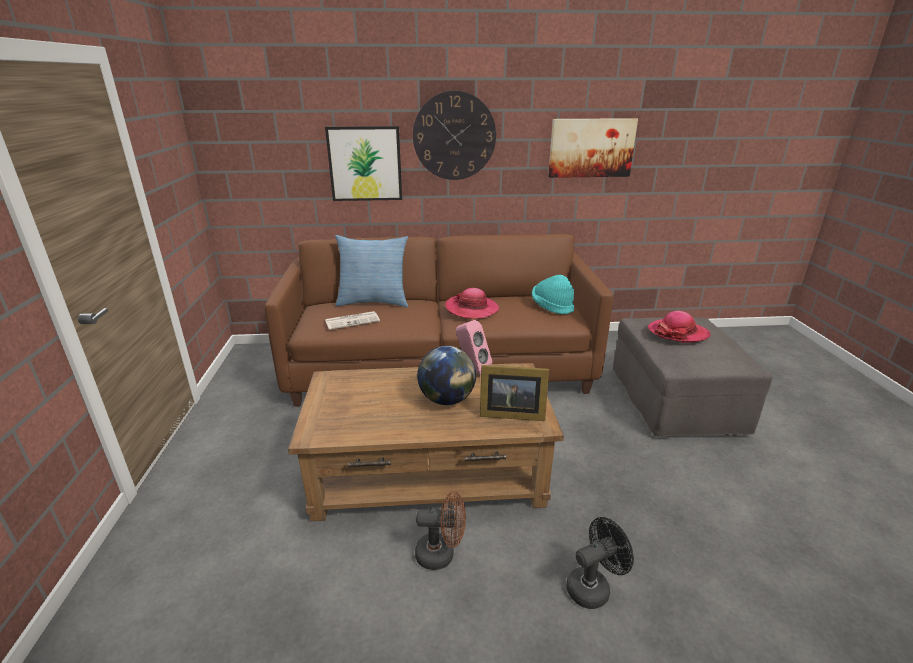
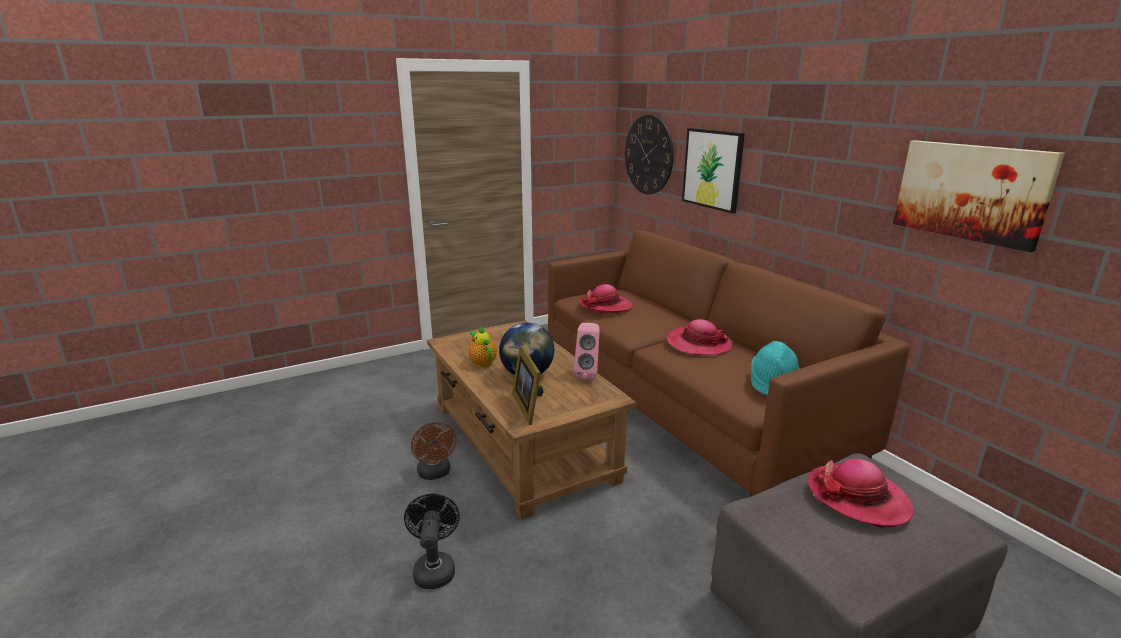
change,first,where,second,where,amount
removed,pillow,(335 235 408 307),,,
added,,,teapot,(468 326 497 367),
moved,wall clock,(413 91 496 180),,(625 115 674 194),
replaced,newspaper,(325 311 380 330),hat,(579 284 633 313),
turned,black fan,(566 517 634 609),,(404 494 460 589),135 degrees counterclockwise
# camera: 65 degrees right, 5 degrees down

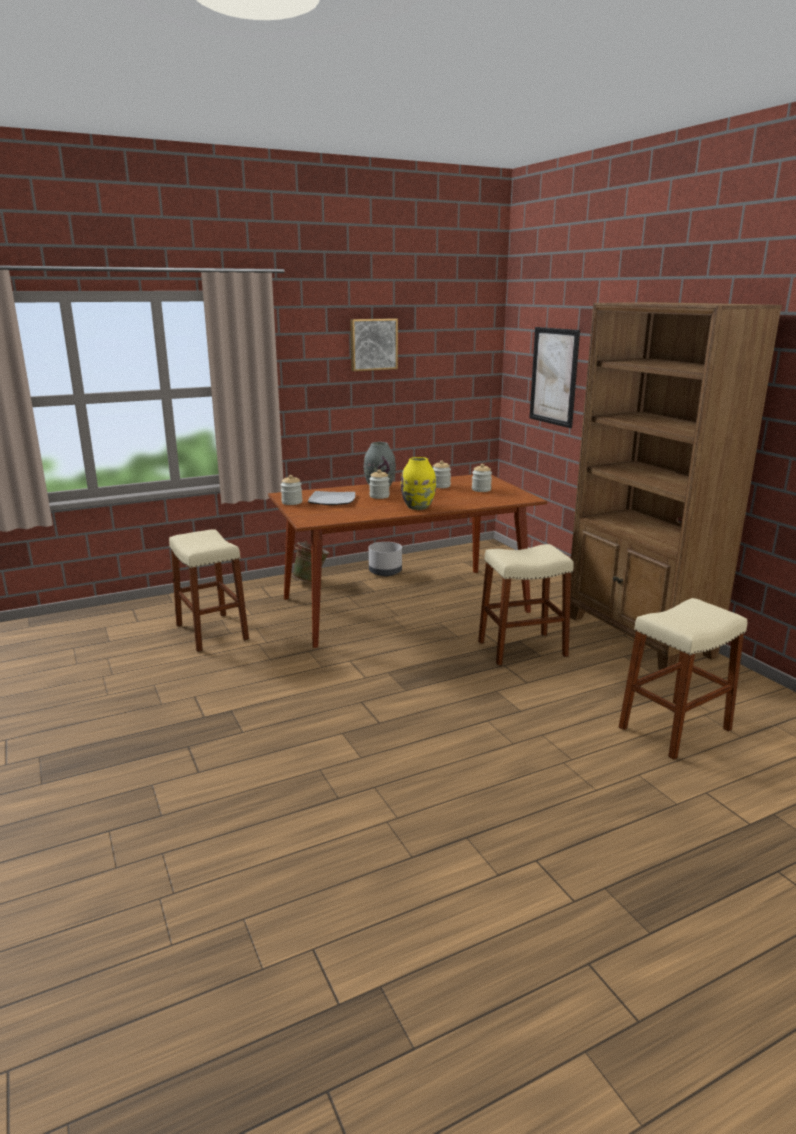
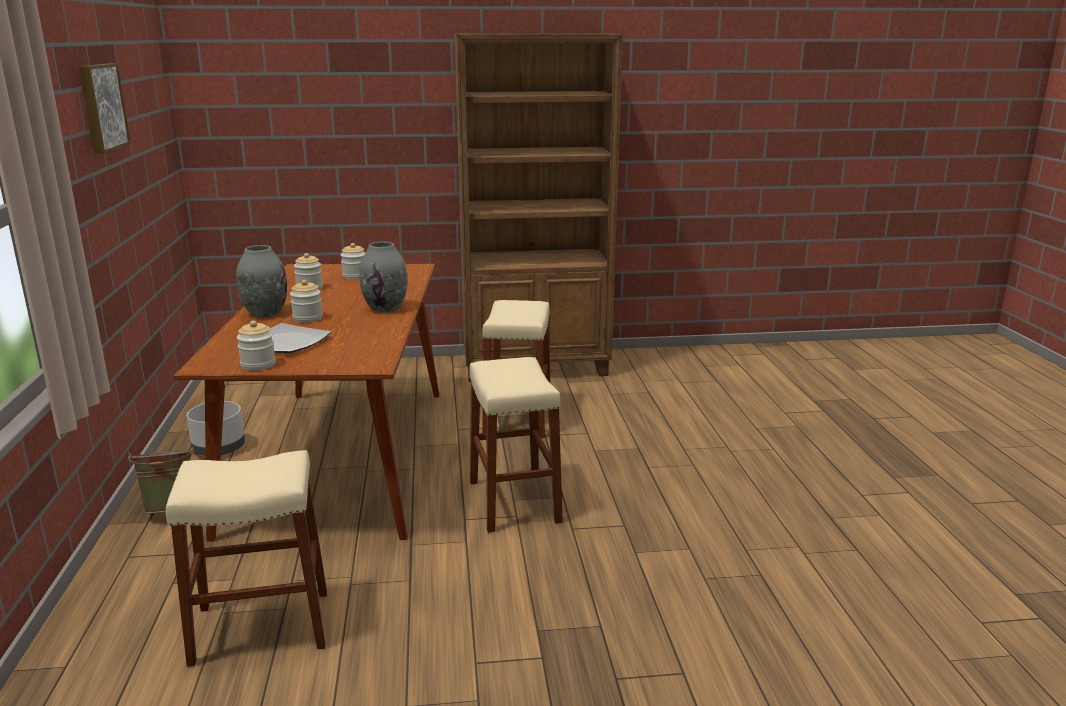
change,first,where,second,where,amount
removed,picture,(529 327 580 428),,,
moved,beige stool,(619 598 747 760),,(469 357 563 533),
recoloured,yellow vase,(401 457 436 510),grey vase,(359 242 408 313),
# camera: 70 degrees left, 0 degrees up

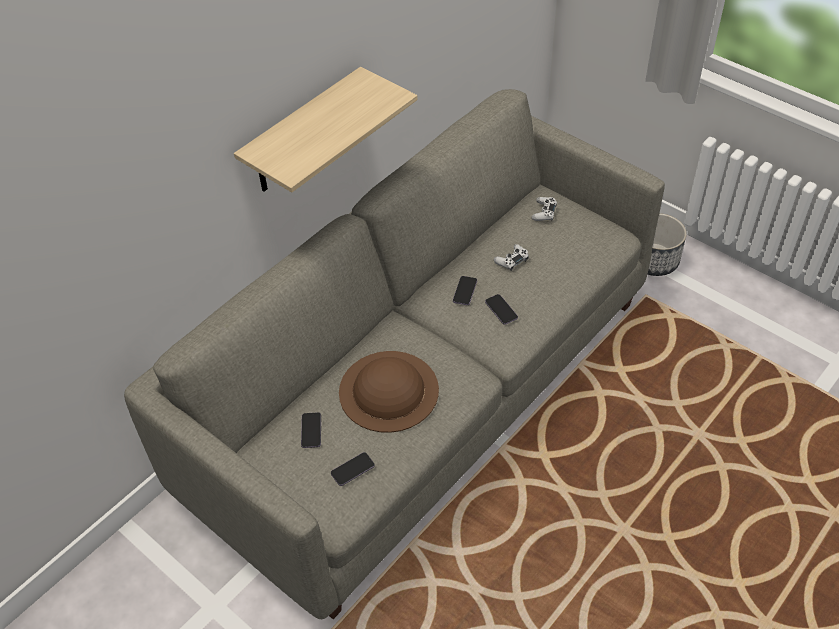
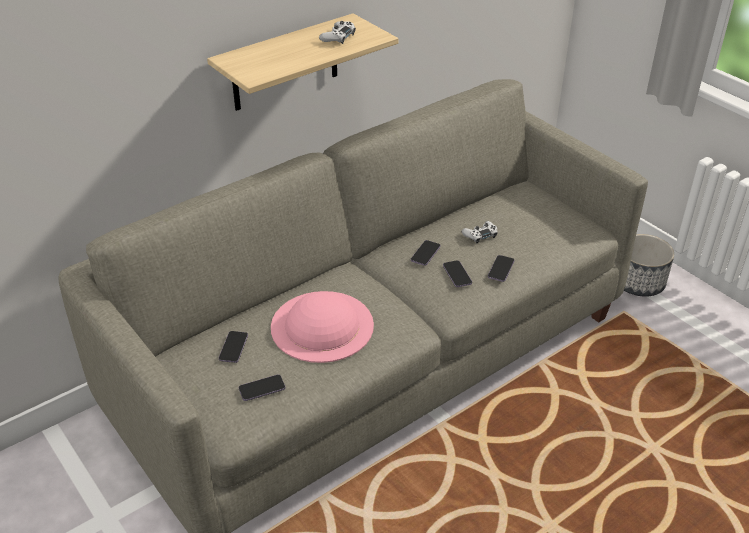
change,first,where,second,where,amount
added,,,phone,(488 255 514 282),
moved,white game controller,(532 197 557 221),,(319 21 356 44),
recoloured,brown hat,(339 351 439 433),pink hat,(271 291 374 363),
# camera: 10 degrees right, 10 degrees down

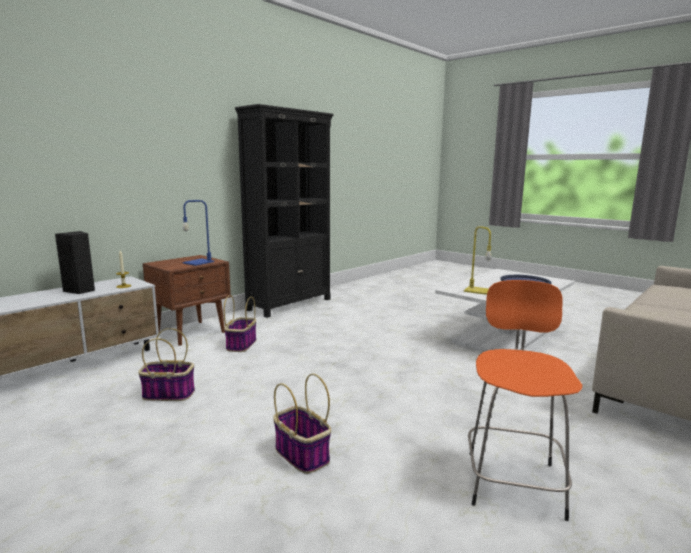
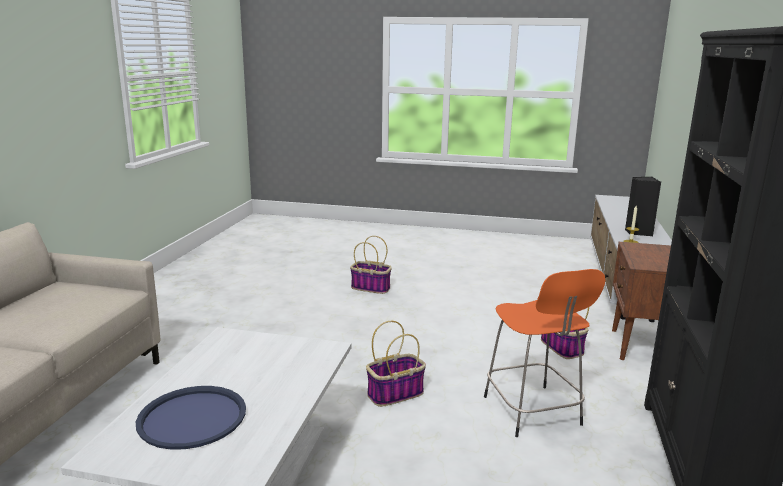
change,first,where,second,where,amount
removed,blue table lamp,(183 200 214 266),,,
removed,yellow table lamp,(464 226 491 295),,,
moved,basket,(138 328 195 401),,(366 321 426 407),
moved,orange stool,(468 280 582 521),,(484 269 605 437),
# camera: 150 degrees right, 5 degrees up

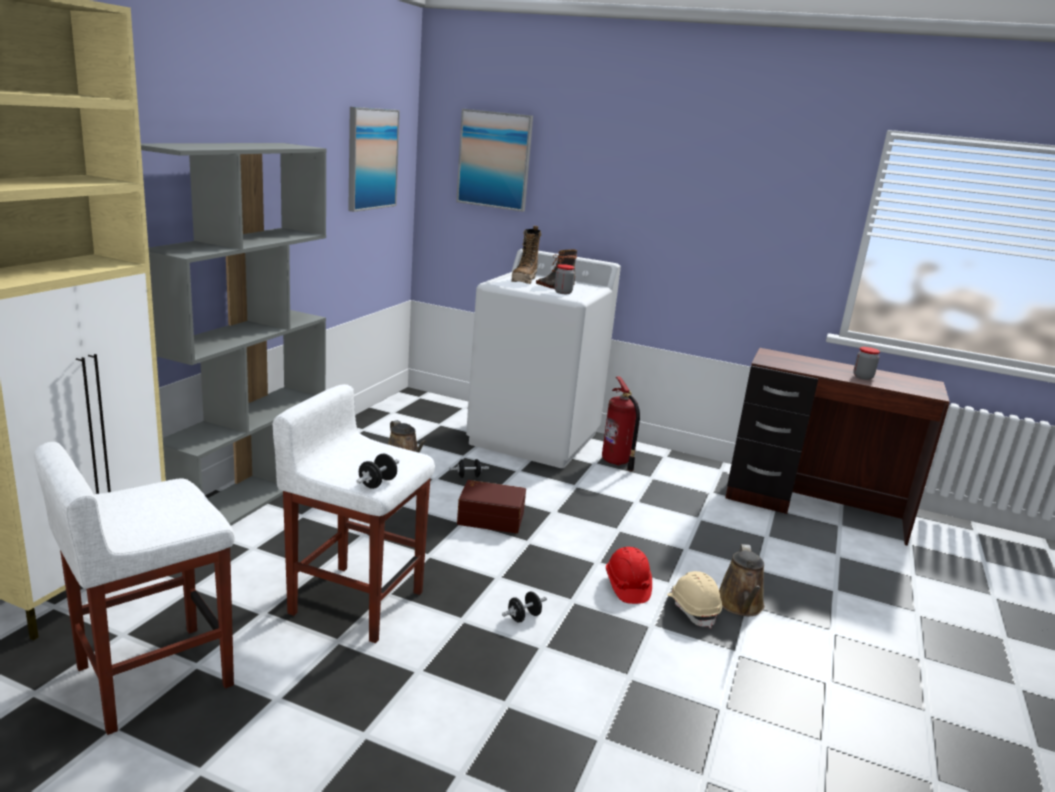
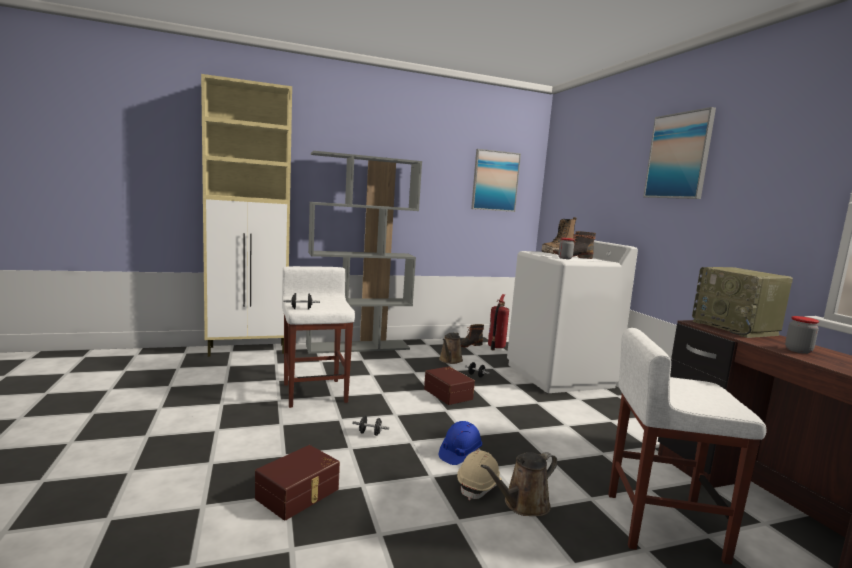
change,first,where,second,where,amount
added,,,brown storage box,(255 445 340 520),
added,,,boot,(460 324 484 347),
added,,,radio,(692 267 793 338),
moved,white stool,(34 442 235 735),,(608 328 767 565),
moved,picture,(456 109 533 212),,(643 107 716 199),
moved,fire extinguisher,(602 376 640 471),,(488 294 509 351),
recoloured,red hard hat,(606 547 652 604),blue hard hat,(439 421 482 465),
# camera: 50 degrees right, 10 degrees down

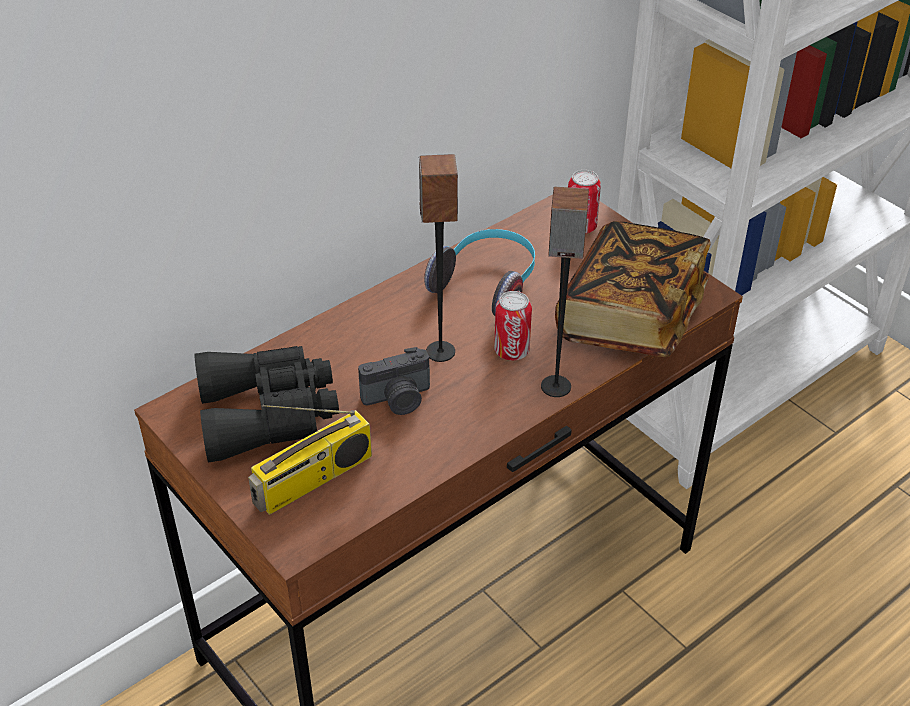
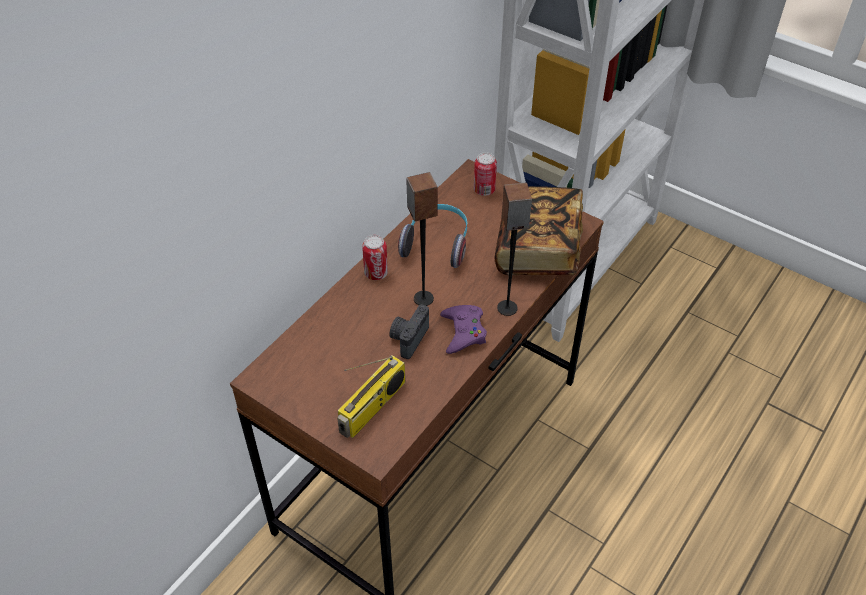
change,first,where,second,where,amount
removed,black binoculars,(194 346 339 463),,,
added,,,purple game controller,(440 305 487 354),
moved,can,(494 291 532 360),,(362 235 388 280),
turned,photo camera,(358 347 430 415),,(389 304 429 359),150 degrees clockwise
# camera: 15 degrees left, 5 degrees up

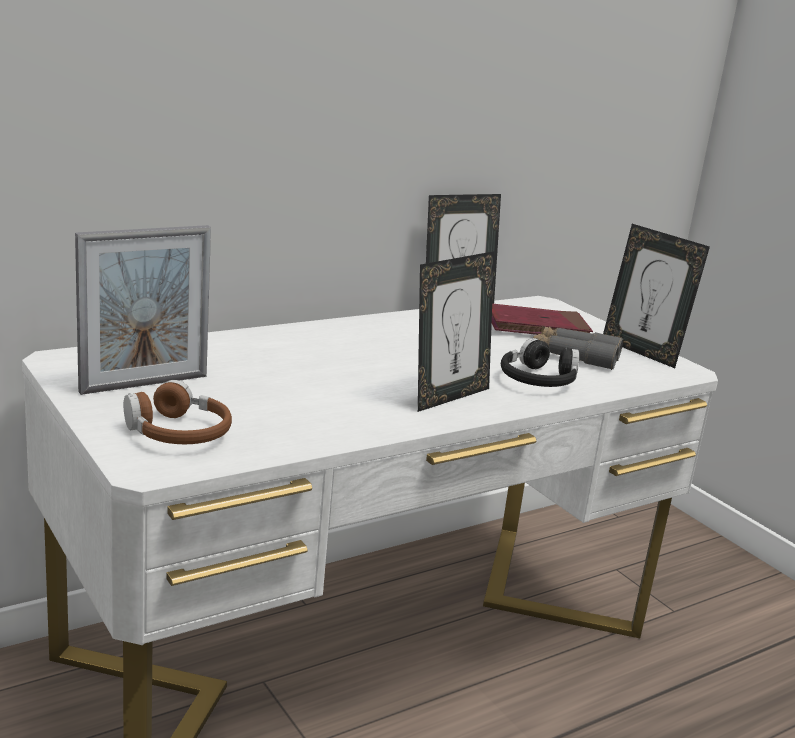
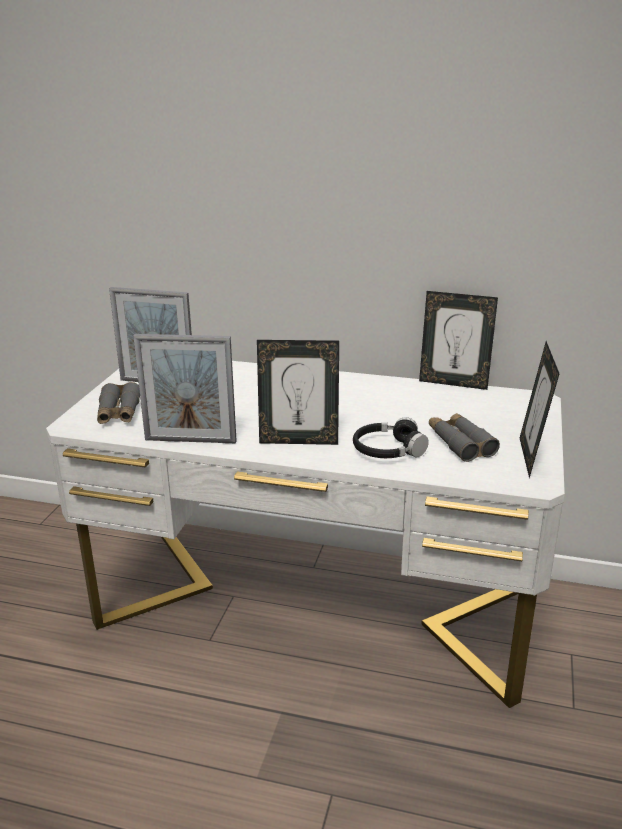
change,first,where,second,where,amount
removed,red book,(492 304 593 335),,,
added,,,picture frame,(133 334 237 443),
replaced,brown headphones,(124 380 232 444),grey binoculars,(97 382 140 424),
# camera: 50 degrees right, 5 degrees up

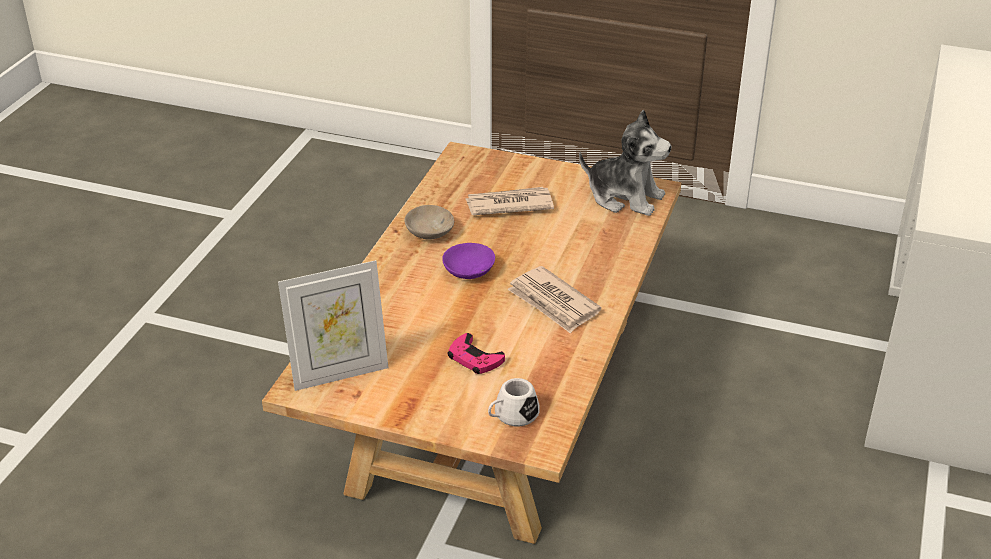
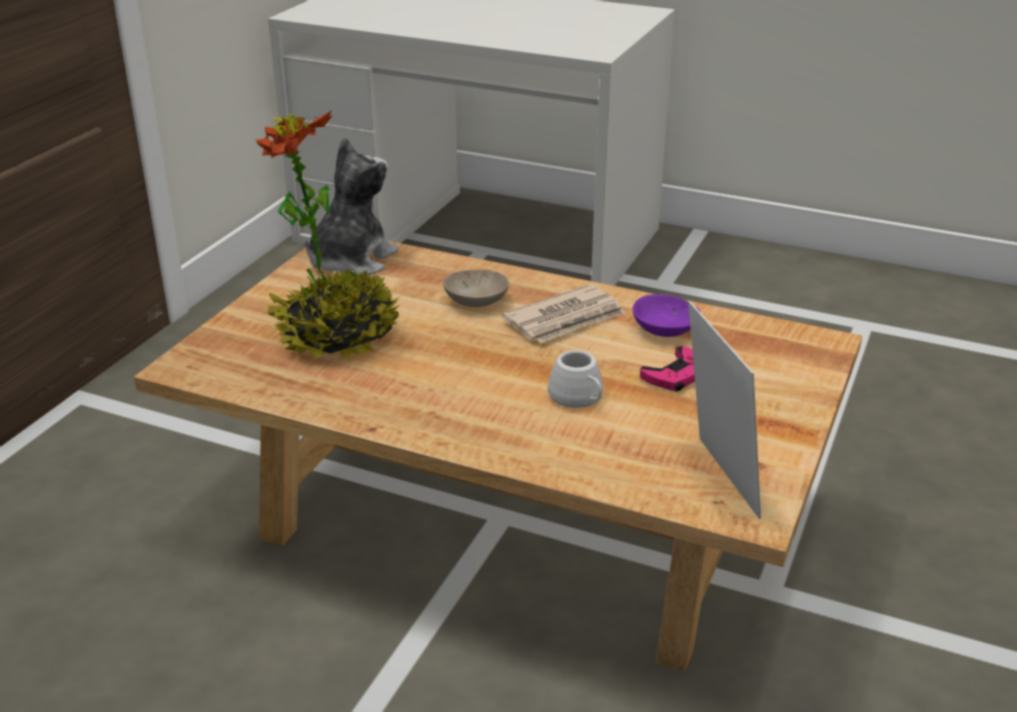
change,first,where,second,where,amount
moved,beige bowl,(404 205 454 240),,(443 269 509 307),
moved,purple bowl,(442 243 495 279),,(632 294 700 337),
moved,white mug,(488 378 540 426),,(548 350 603 408),
replaced,newspaper,(466 187 554 215),potted plant,(255 110 400 360),
# camera: 85 degrees left, 5 degrees down

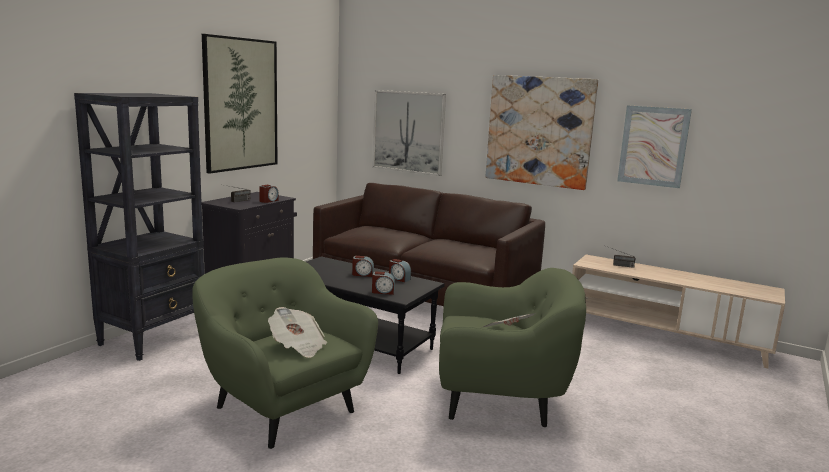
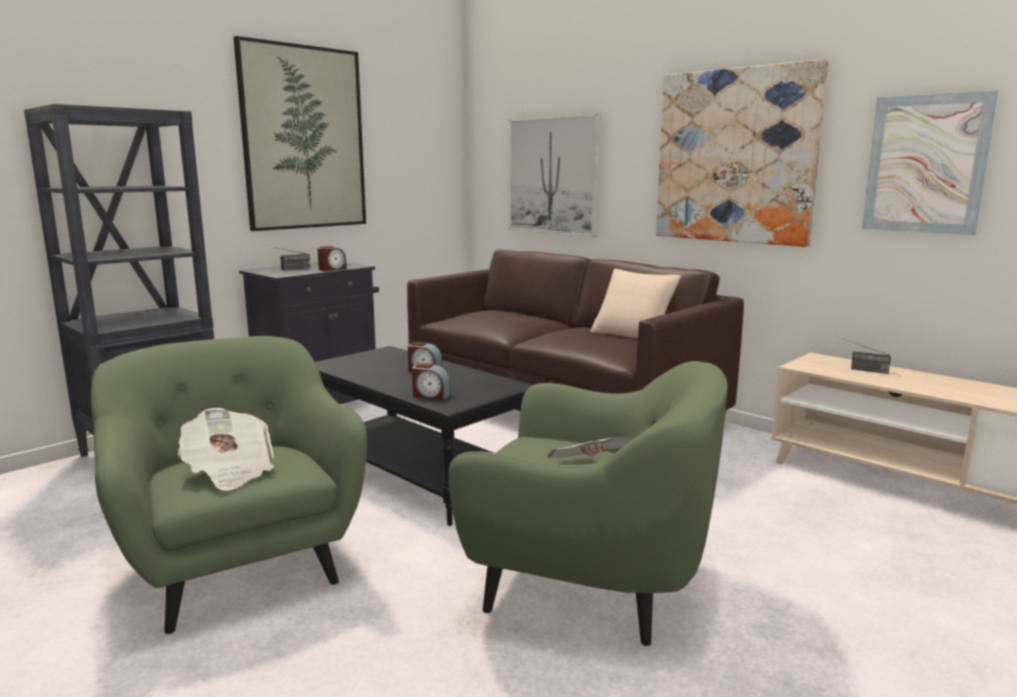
change,first,where,second,where,amount
removed,alarm clock,(389 259 411 282),,,
added,,,beige pillow,(590 269 681 339),
# camera: 15 degrees right, 0 degrees up

